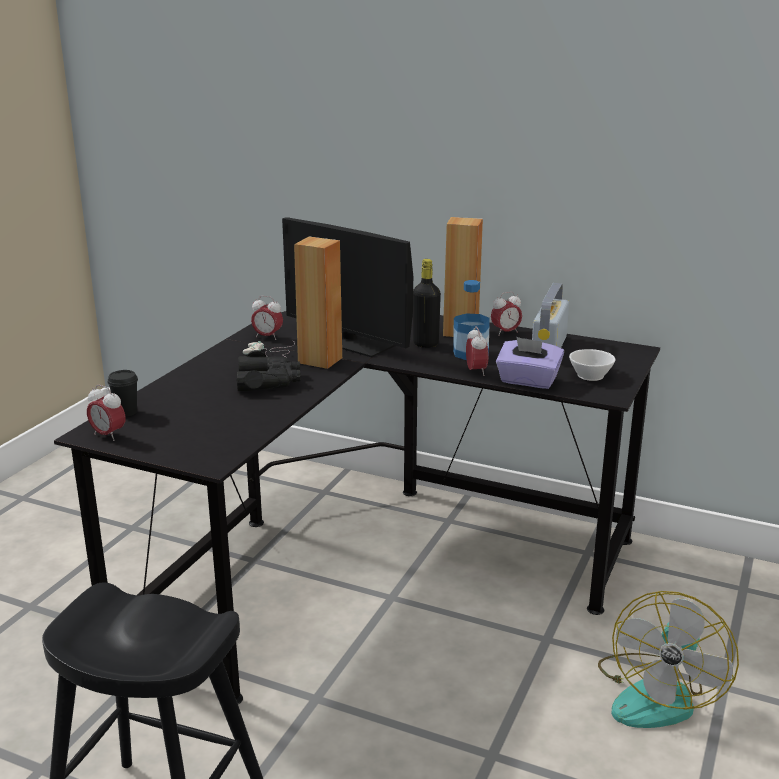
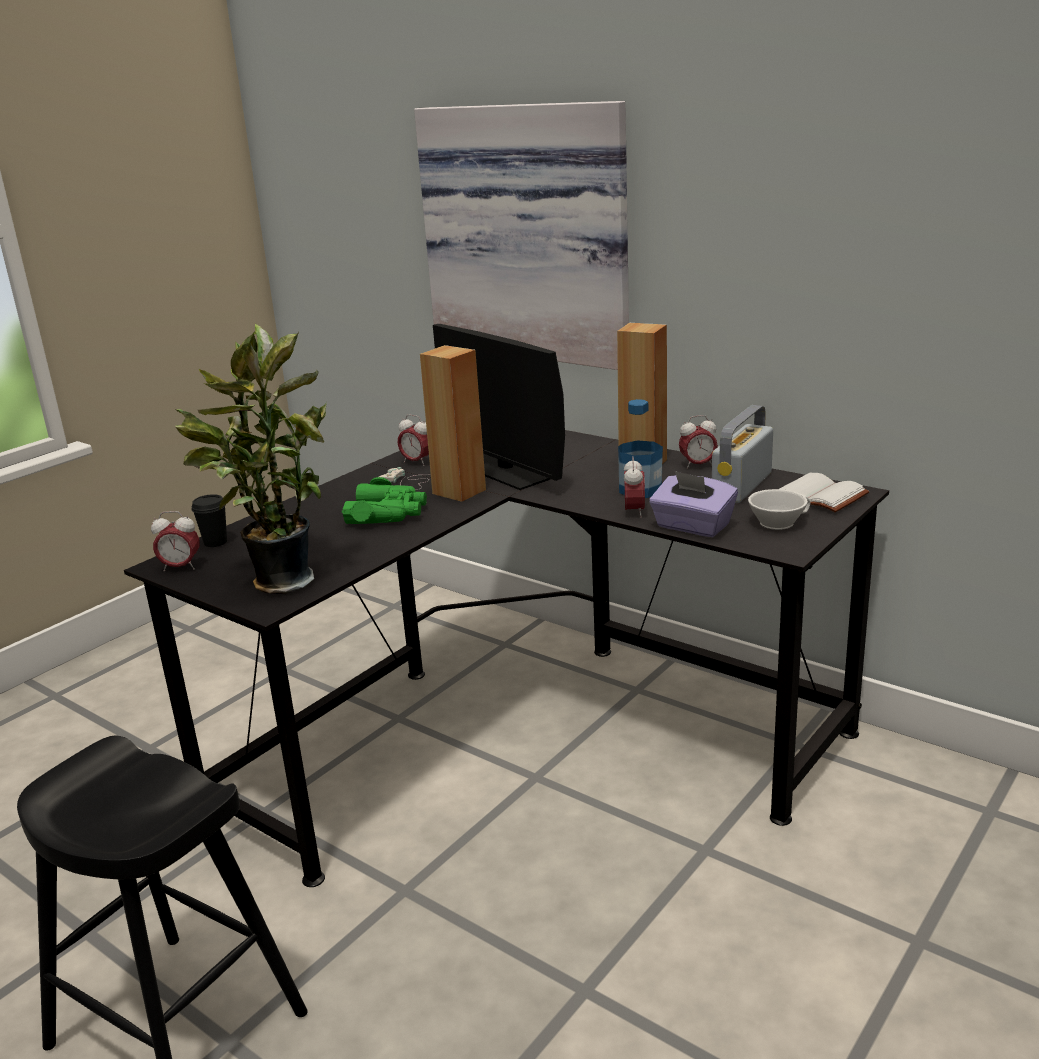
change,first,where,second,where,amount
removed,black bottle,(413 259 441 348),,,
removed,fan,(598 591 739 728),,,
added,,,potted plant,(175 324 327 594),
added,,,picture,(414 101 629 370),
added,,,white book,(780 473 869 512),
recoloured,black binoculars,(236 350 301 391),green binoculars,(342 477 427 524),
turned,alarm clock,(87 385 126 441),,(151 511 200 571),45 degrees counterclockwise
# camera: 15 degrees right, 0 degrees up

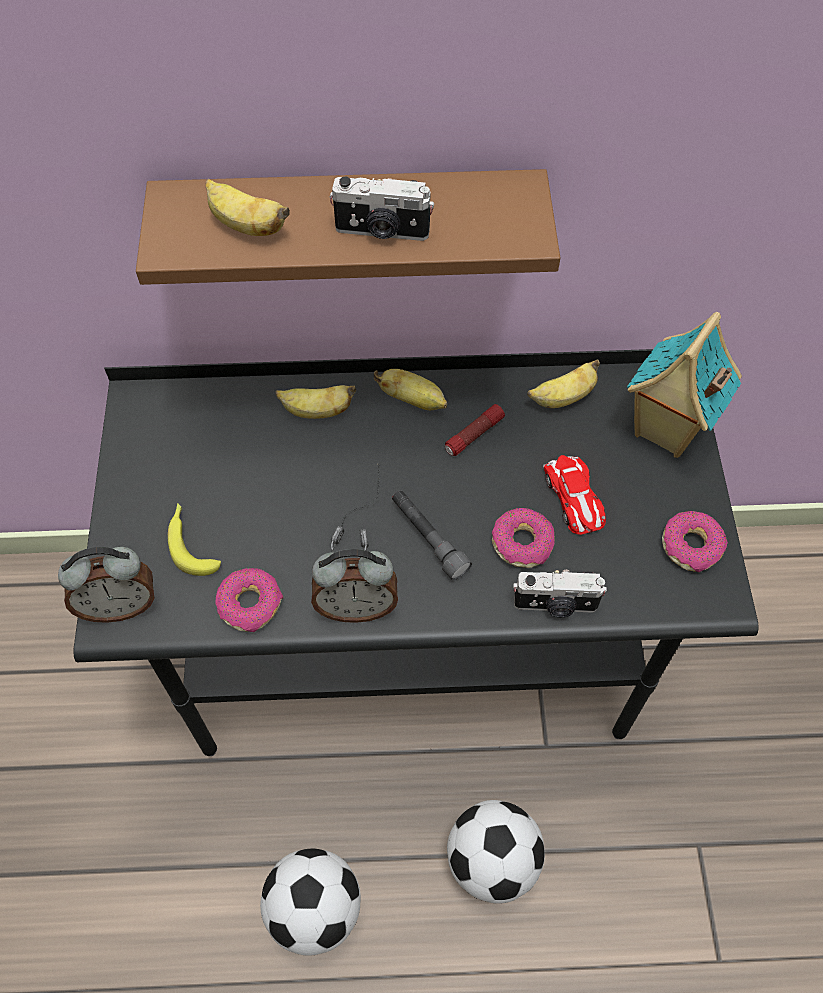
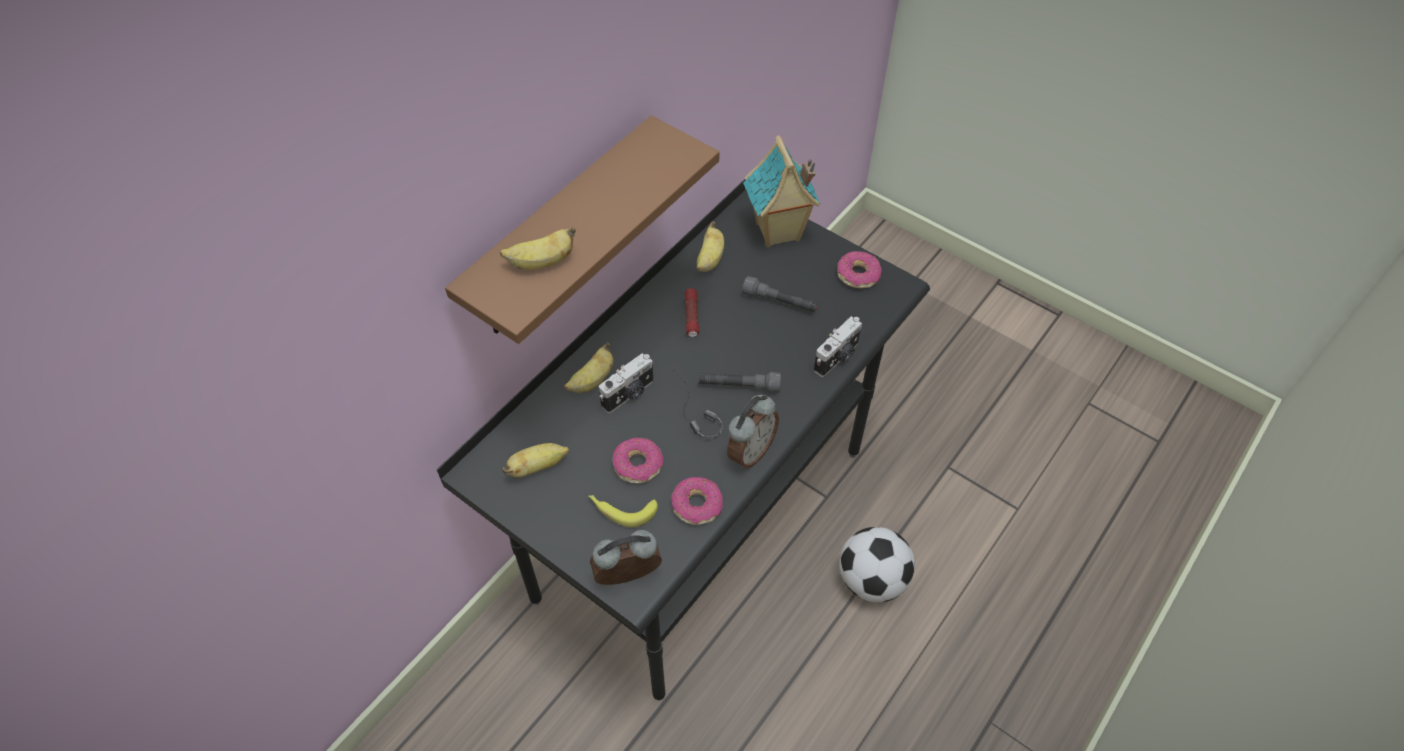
change,first,where,second,where,amount
removed,football,(260 848 361 956),,,
moved,photo camera,(330 176 434 241),,(599 353 653 413),
moved,banana,(374 369 447 410),,(503 443 569 477),
moved,donut,(492 508 555 568),,(613 437 664 484),
replaced,toy car,(543 455 606 535),grey flashlight,(742 276 818 312),
turned,alarm clock,(58 547 154 623),,(590 530 662 585),135 degrees counterclockwise
# camera: 50 degrees left, 5 degrees down

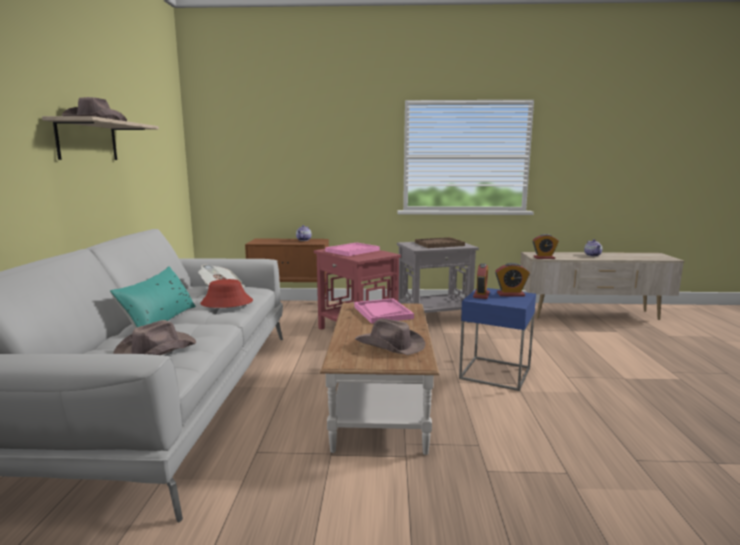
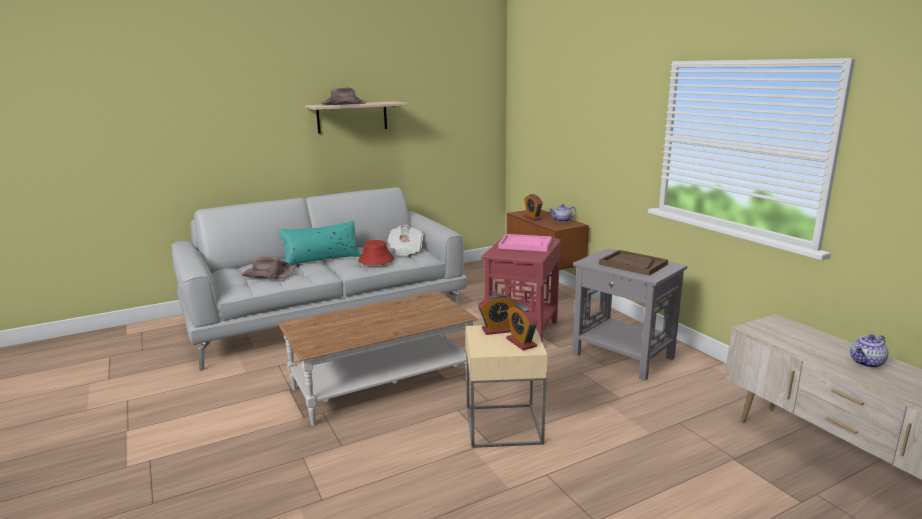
change,first,where,second,where,amount
removed,pink tray,(354 298 414 324),,,
removed,brown hat,(355 319 425 355),,,
moved,alarm clock,(532 234 559 259),,(524 194 543 221),
recoloured,blue side table,(459 288 536 391),beige side table,(466 325 548 448),
# camera: 60 degrees right, 5 degrees up

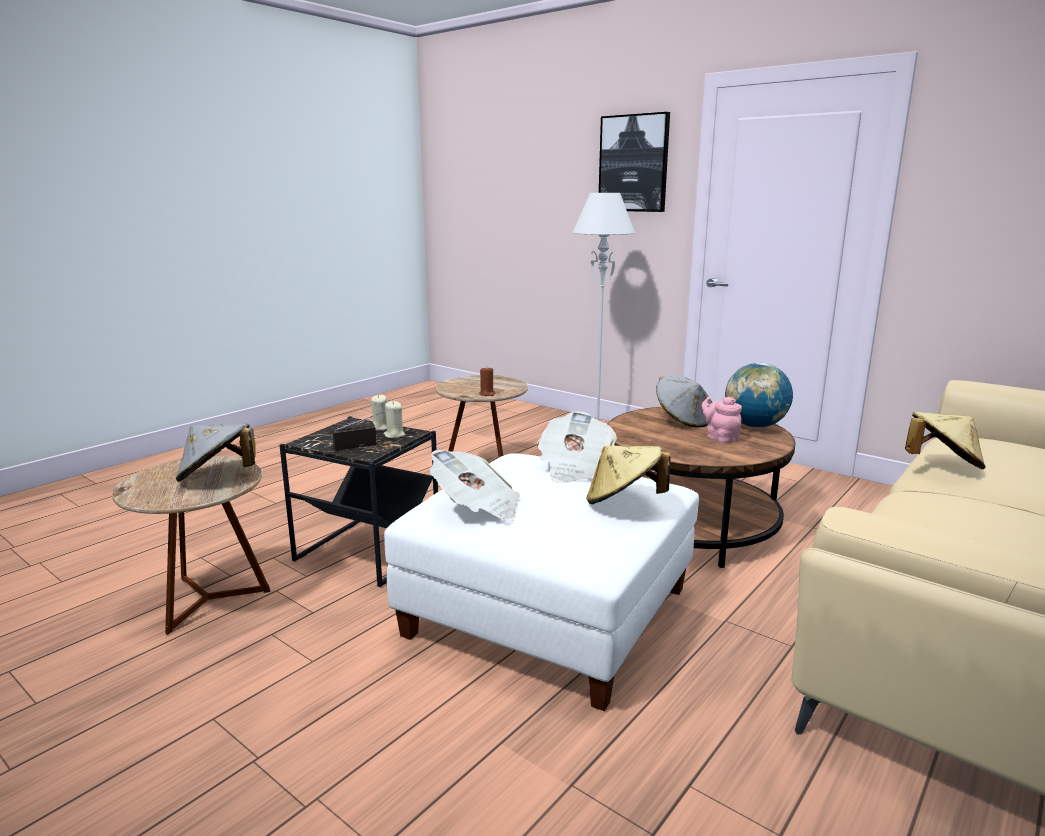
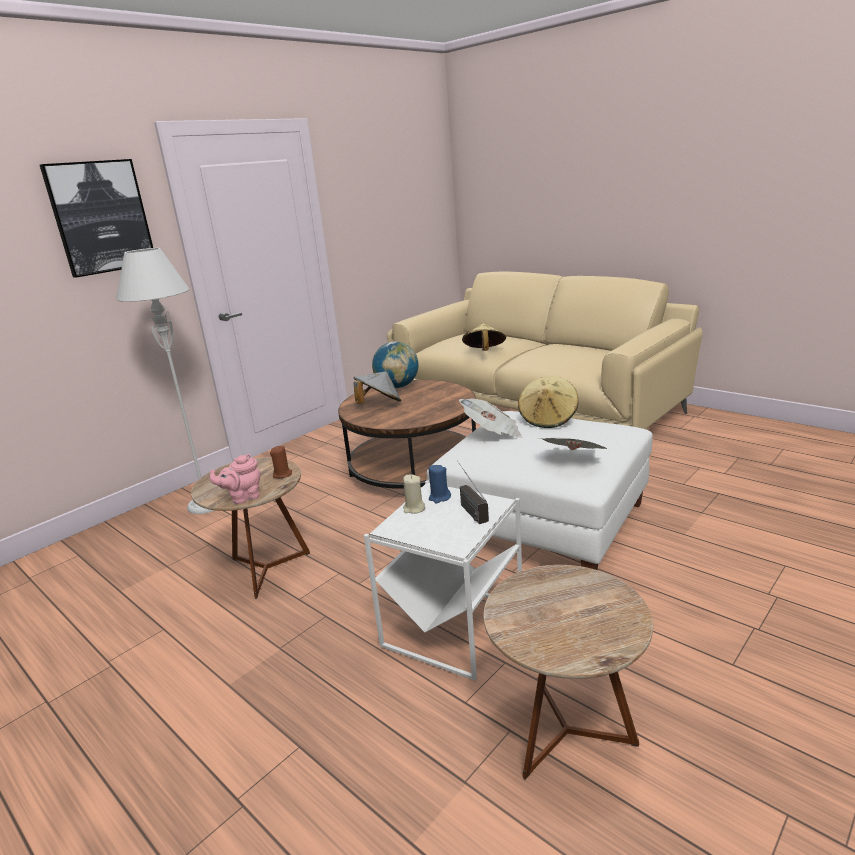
change,first,where,second,where,amount
removed,grey hat,(176 424 256 482),,,
moved,pink teapot,(702 396 742 443),,(210 454 261 504),
recoloured,black side table,(280 416 438 587),white side table,(364 480 522 681),
recoloured,beige candle,(384 401 405 438),blue candle,(429 465 451 504),
# camera: 85 degrees left, 5 degrees up

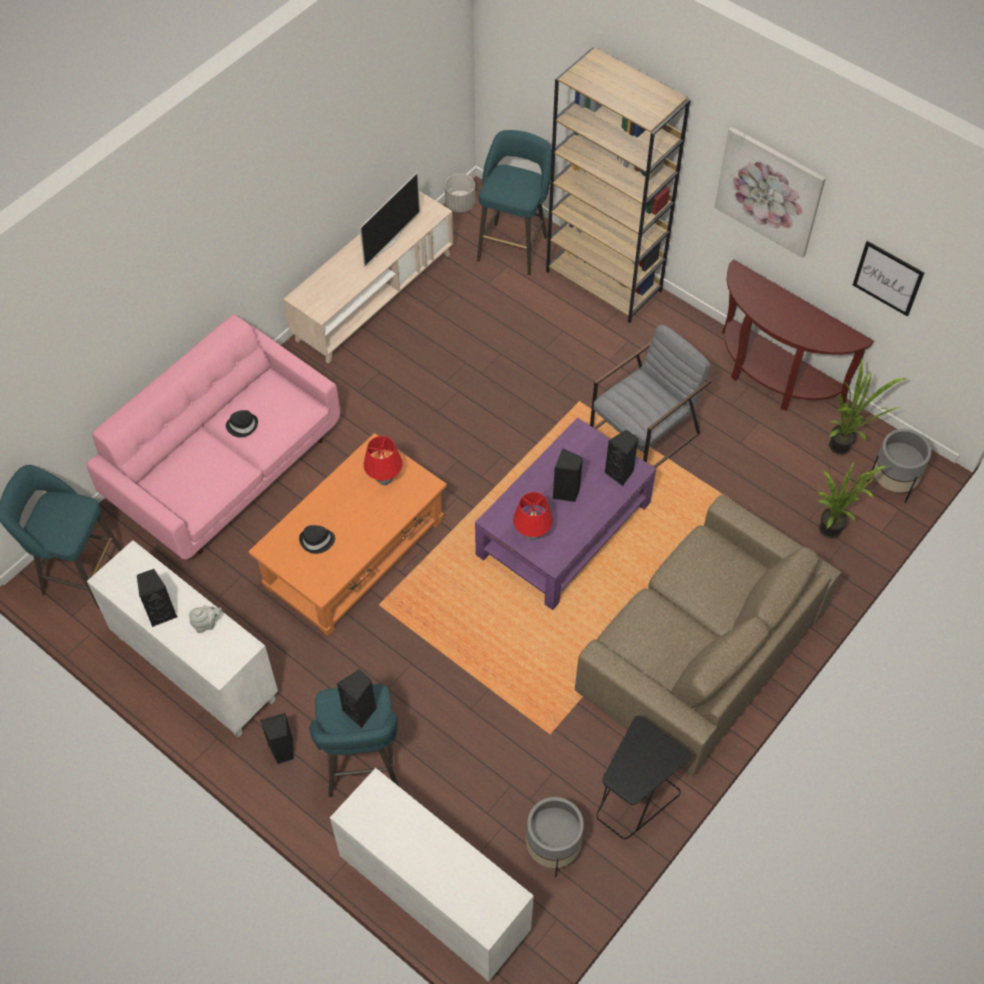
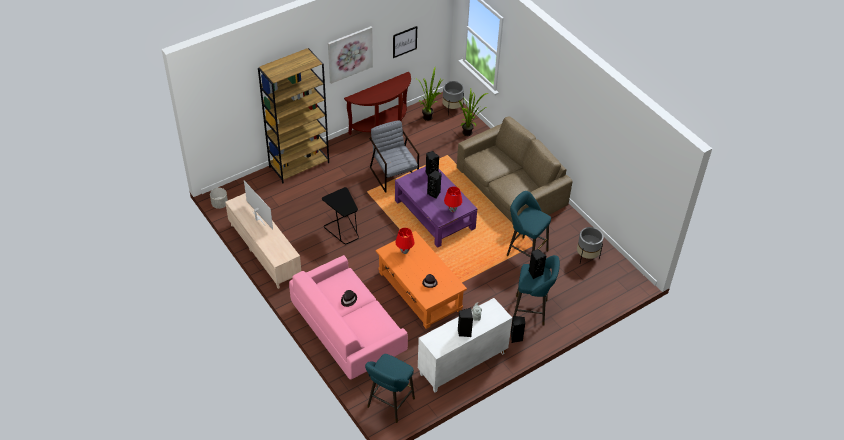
change,first,where,second,where,amount
removed,white cabinet,(330 768 534 982),,,
moved,turquoise stool,(477 130 552 275),,(507 191 551 258),
moved,black side table,(596 716 692 839),,(322 187 359 244),
# camera: 75 degrees left, 10 degrees down

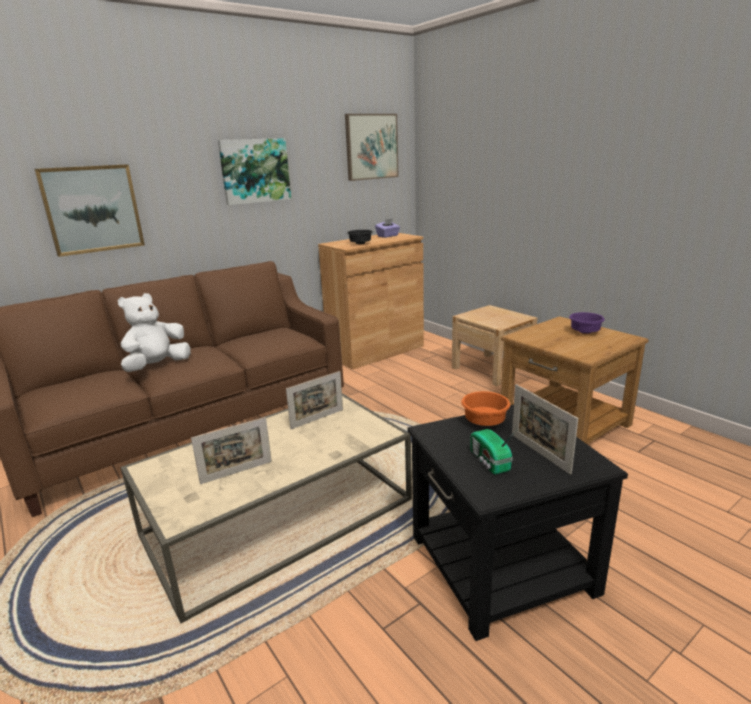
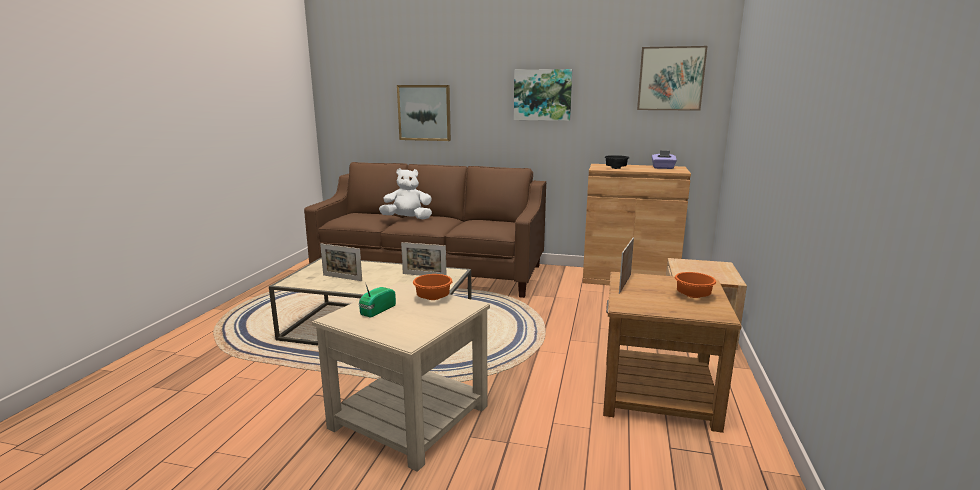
change,first,where,second,where,amount
moved,picture frame,(512 384 578 475),,(619 237 634 294),
recoloured,black side table,(407 405 628 641),beige side table,(312 282 490 472),
recoloured,purple bowl,(569 312 605 334),orange bowl,(675 272 716 298),
# camera: 50 degrees right, 5 degrees down

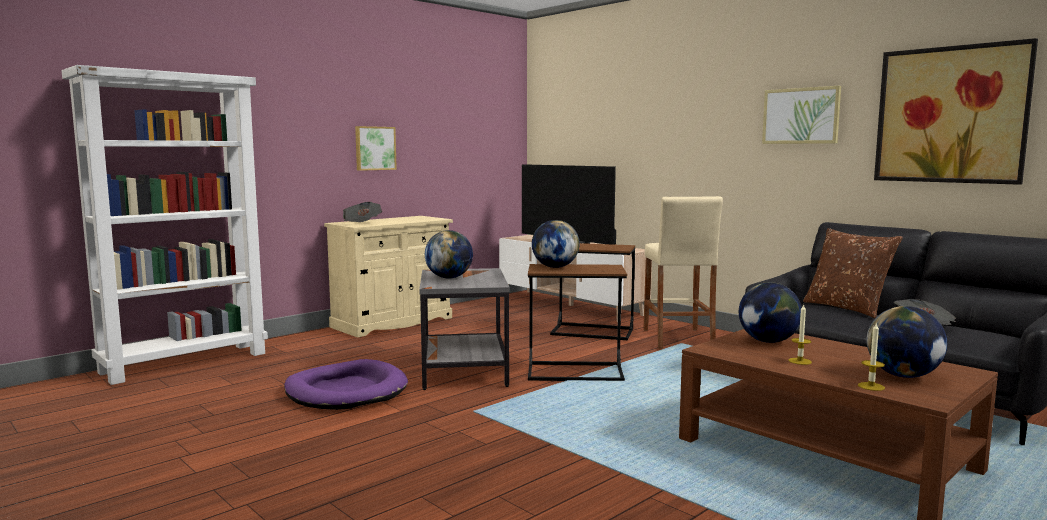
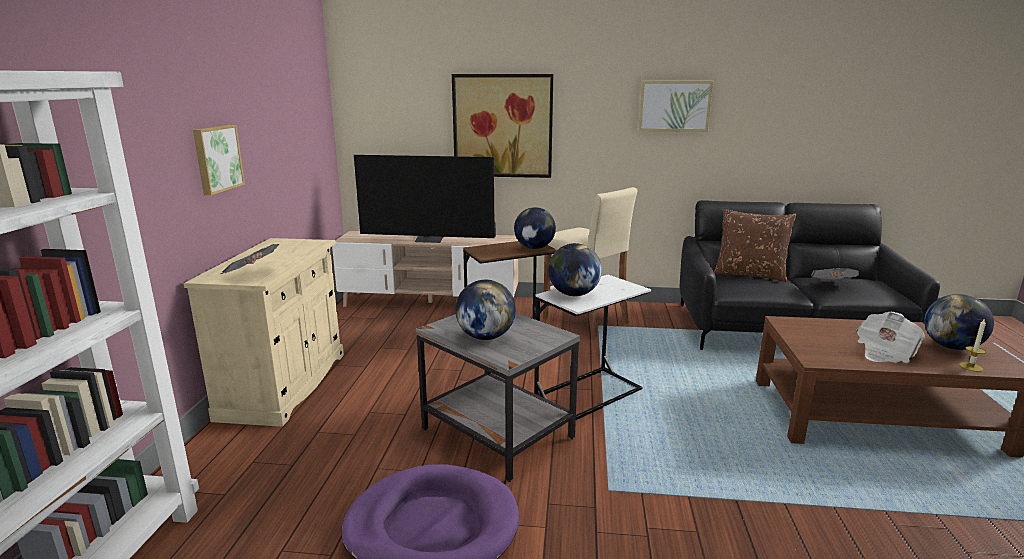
change,first,where,second,where,amount
moved,globe,(739 282 802 343),,(514 207 556 249),
moved,picture,(874 38 1038 185),,(452 74 553 178),
replaced,candle,(789 304 812 365),newspaper,(856 312 925 363),
recoloured,brown side table,(528 264 627 381),white side table,(535 275 651 420),
# camera: 40 degrees left, 10 degrees up

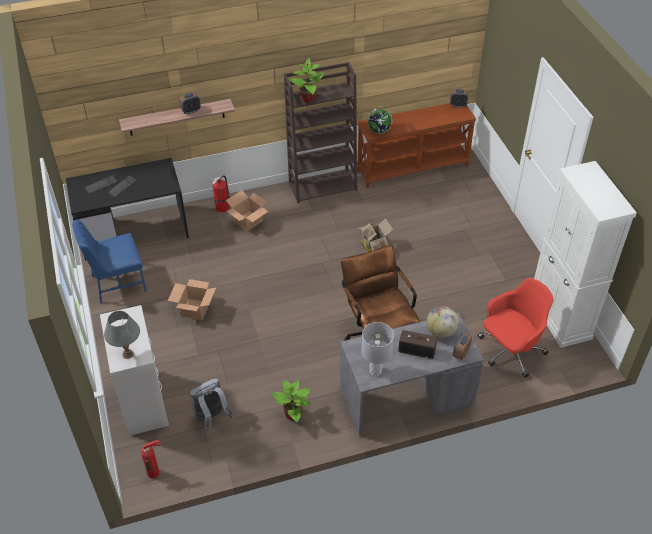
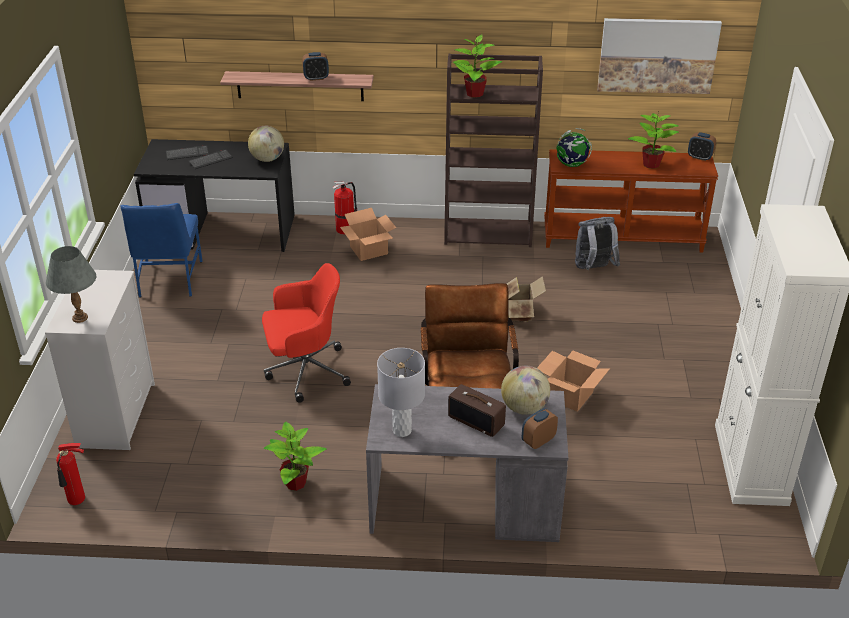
change,first,where,second,where,amount
added,,,globe,(248 126 284 162),
added,,,picture,(597 18 722 94),
added,,,potted plant,(628 113 679 169),
moved,cardboard box,(168 279 216 320),,(537 350 610 412),
moved,grey backpack,(190 379 233 431),,(575 217 620 270),
moved,red office chair,(478 278 554 378),,(262 263 351 403),
turned,blue chair,(72 219 147 303),,(120 203 202 298),90 degrees counterclockwise
# camera: 20 degrees right, 10 degrees down

